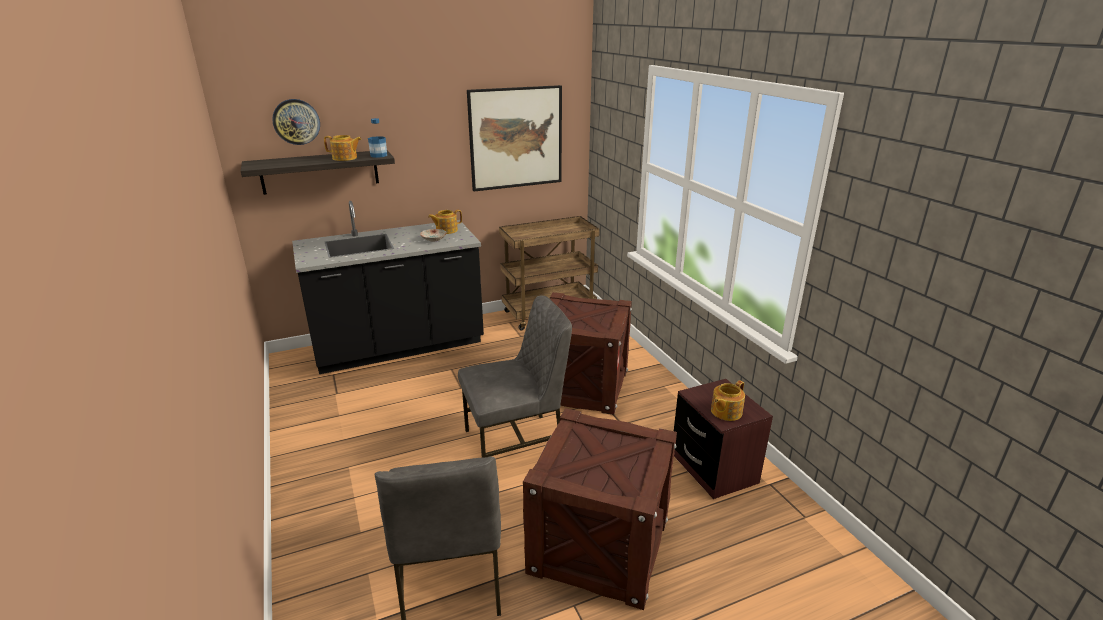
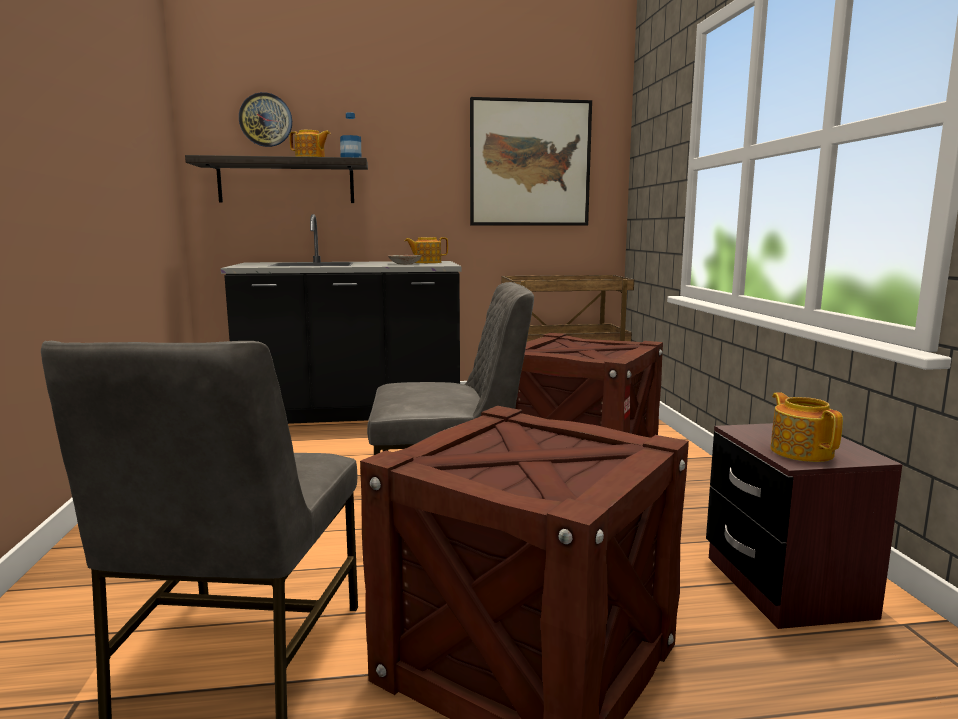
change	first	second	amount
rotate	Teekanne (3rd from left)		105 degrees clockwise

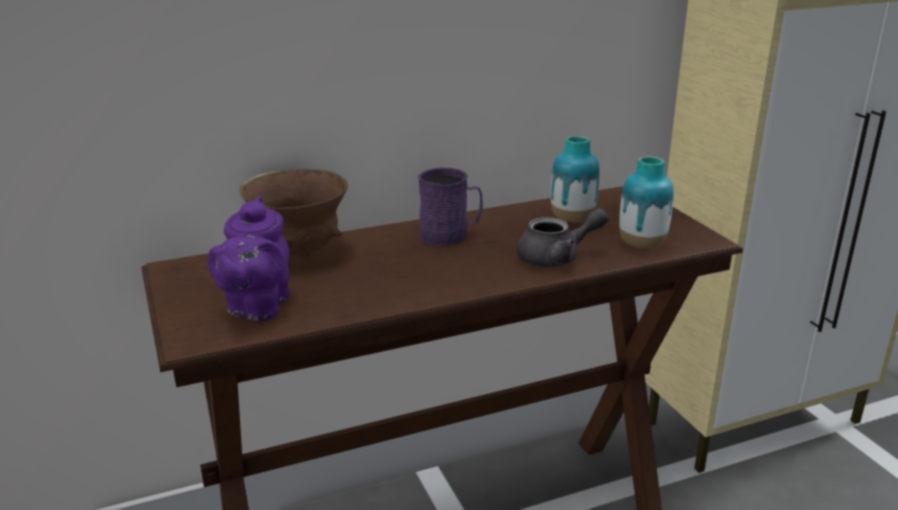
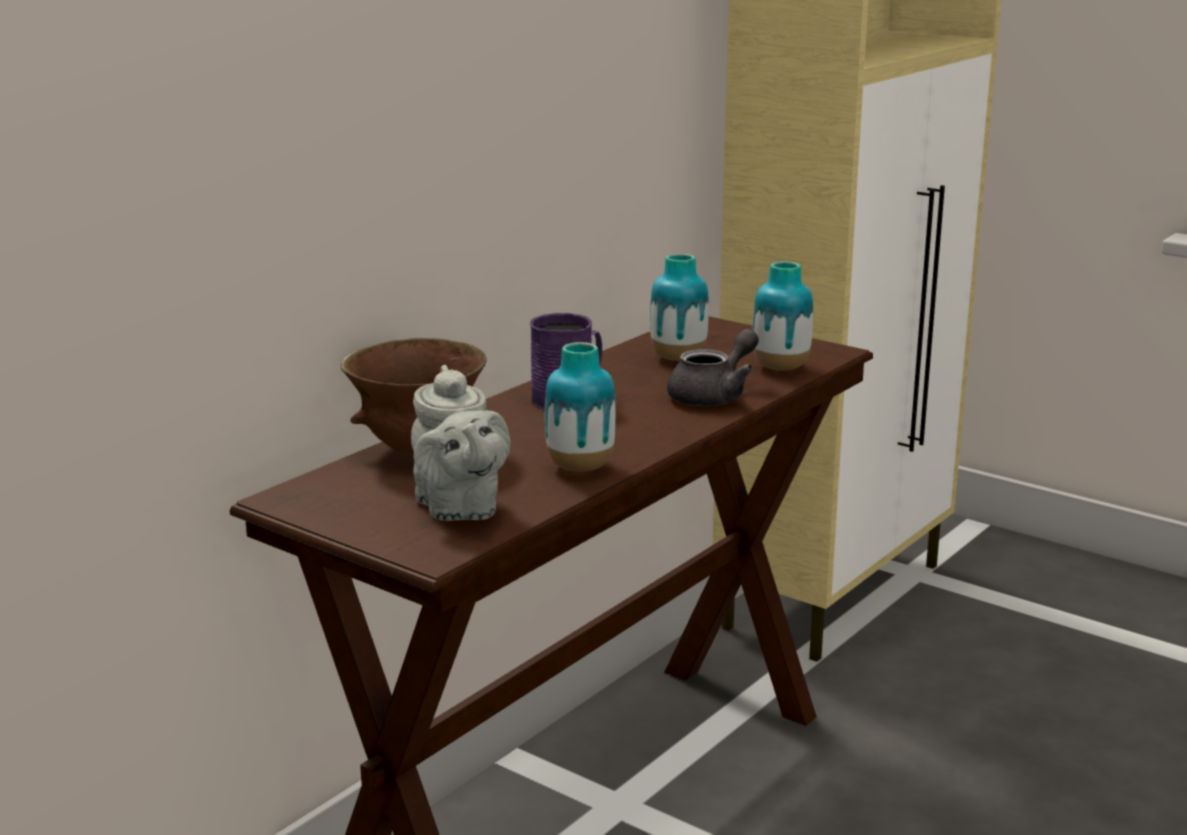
change	first	second	amount
recolor	Teekanne [lila]	Teekanne [grau] (1st from left)	
insert		Vase (1st from left)	

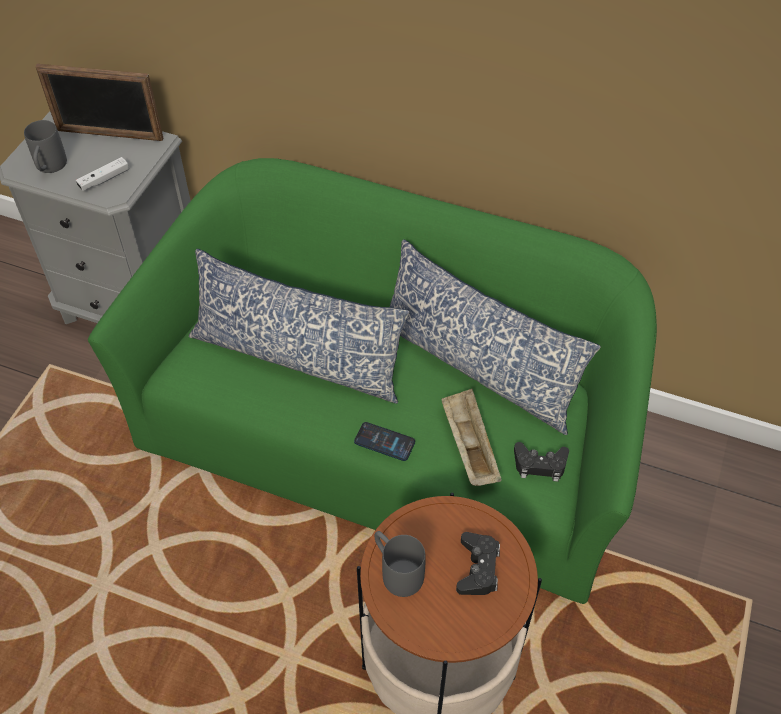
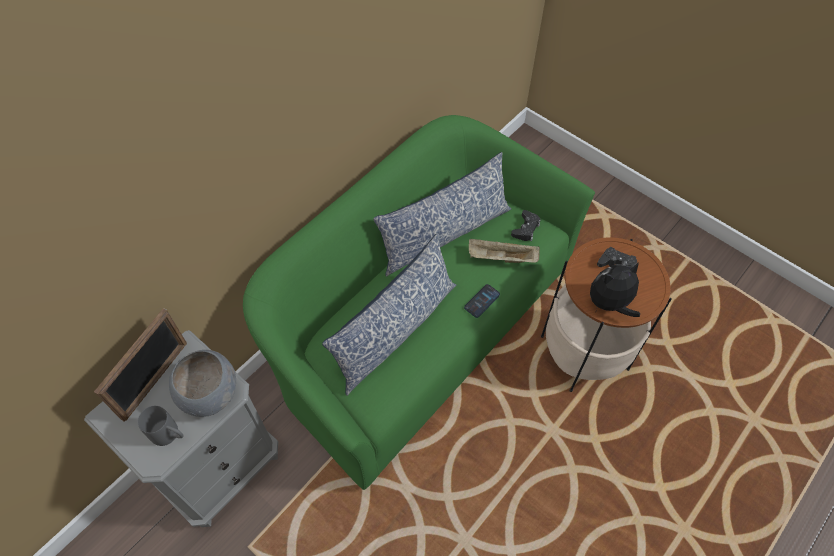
change	first	second	amount
replace	Gamepad [weiß]	Schüssel [grau]	
replace	Henkelbecher [grau] (2nd from left)	Plüschtier	

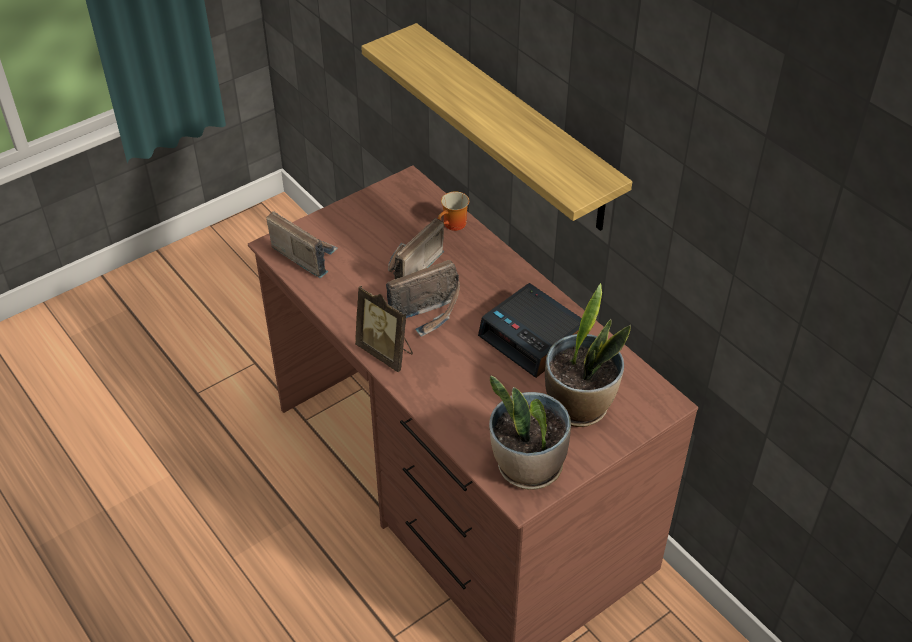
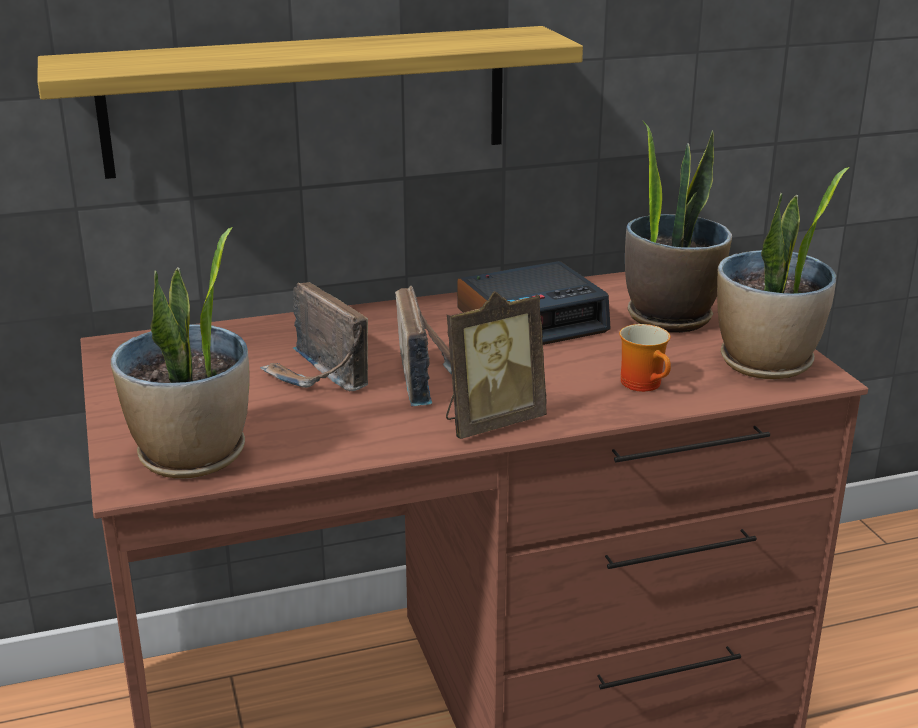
change	first	second	amount
replace	Radio (1st from left)	Topfpflanze (1st from left)	
move	Henkelbecher		

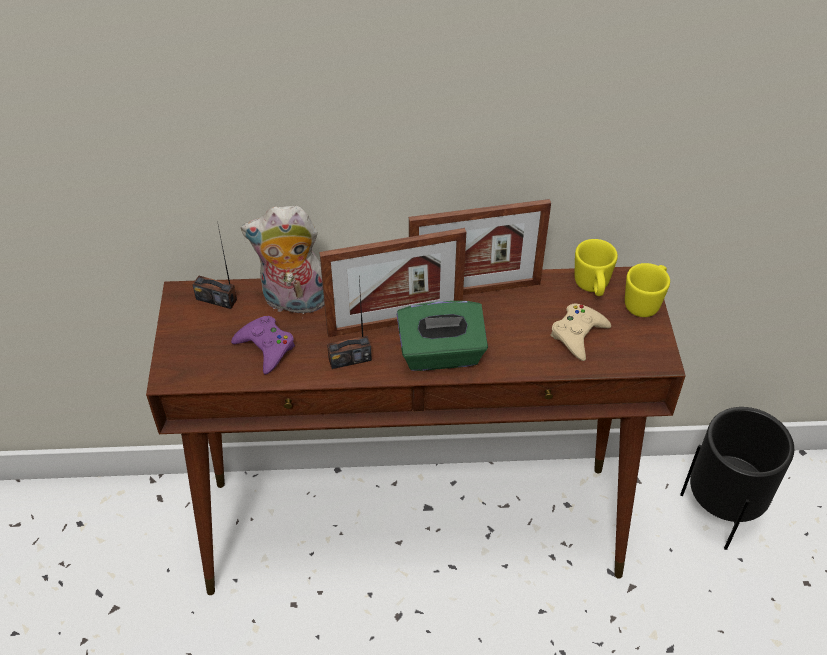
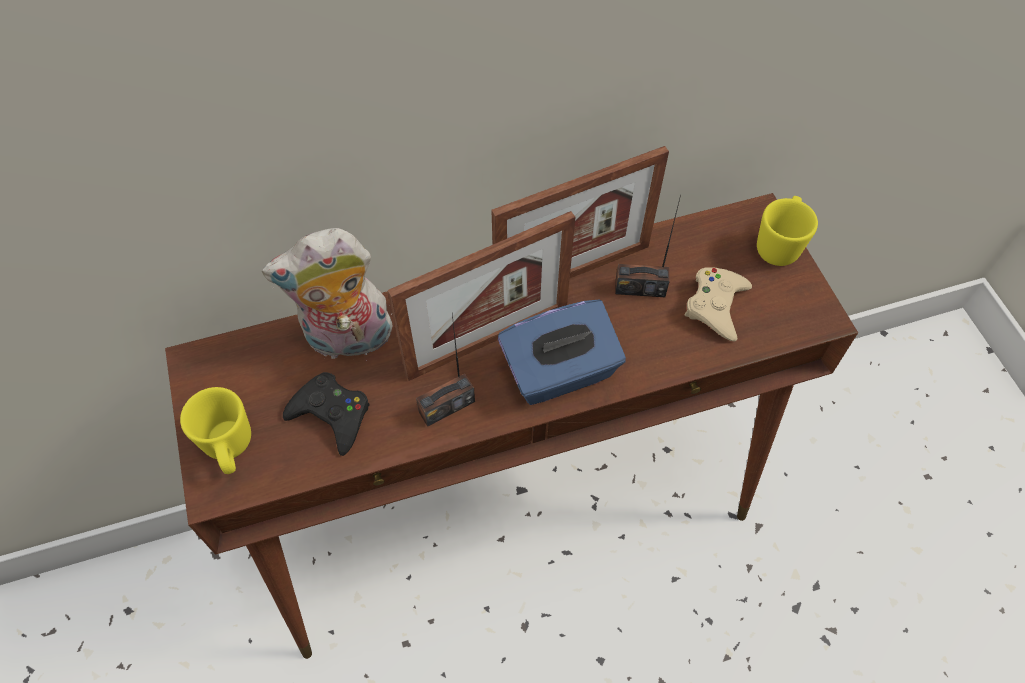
change	first	second	amount
move	Henkelbecher [gelb] (1st from left)		
recolor	Gamepad [lila]	Gamepad [schwarz]	
recolor	Taschentuchbox [grün]	Taschentuchbox [blau]	
move	Radio (1st from left in the first image)	Radio (2nd from left)	
delete	Pflanzkübel [schwarz]		

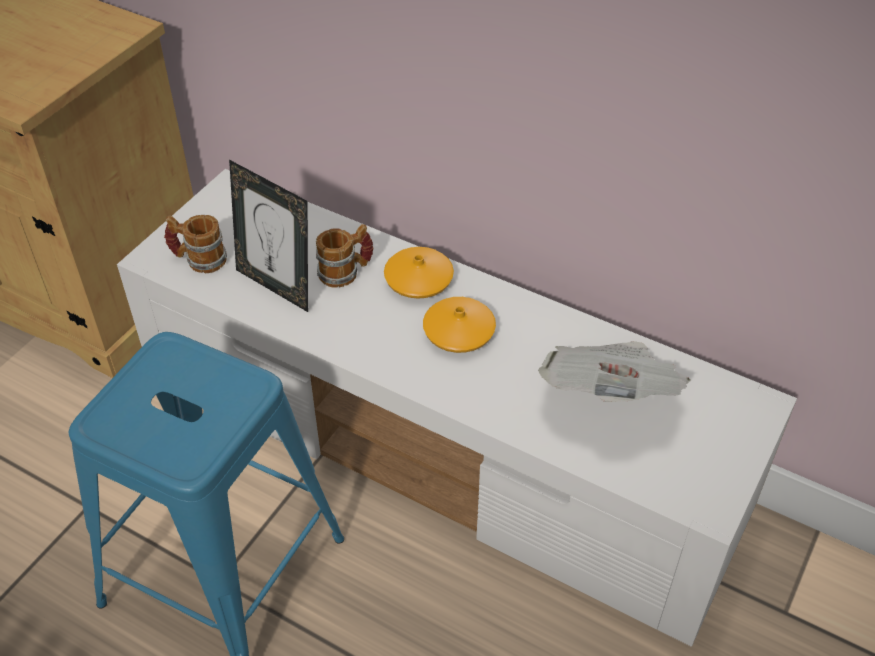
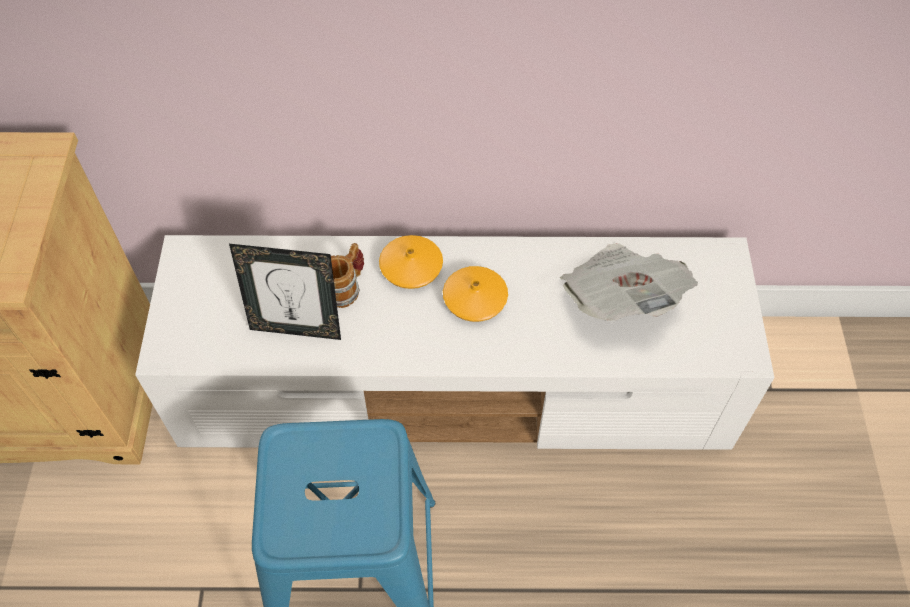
change	first	second	amount
delete	Henkelbecher (1st from left)		

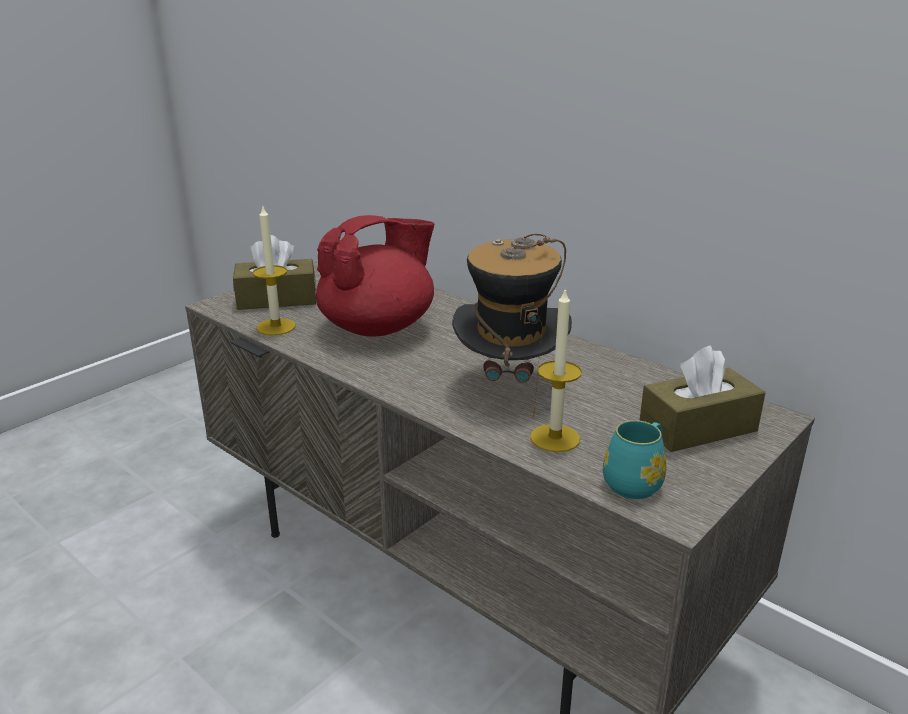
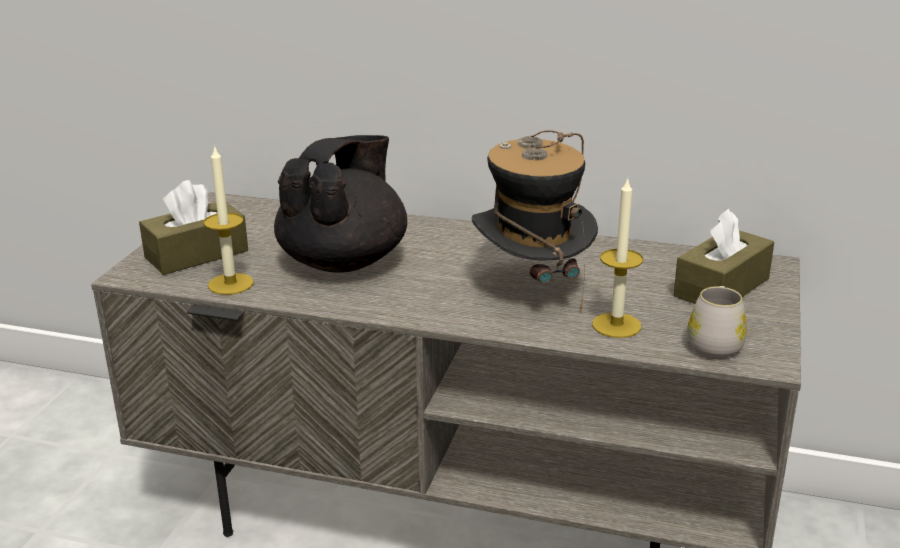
change	first	second	amount
recolor	Teekanne [rot]	Teekanne [schwarz]	
recolor	Henkelbecher [türkis]	Henkelbecher [weiß]	

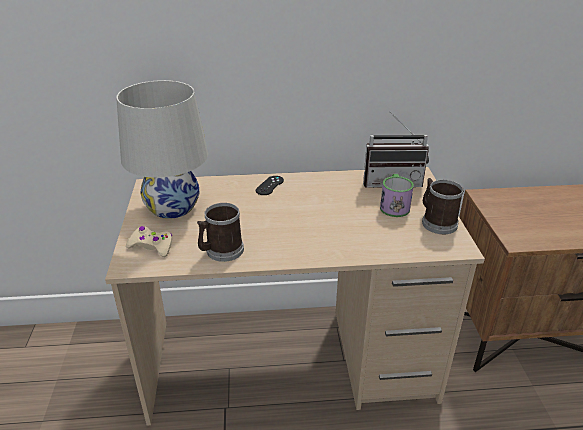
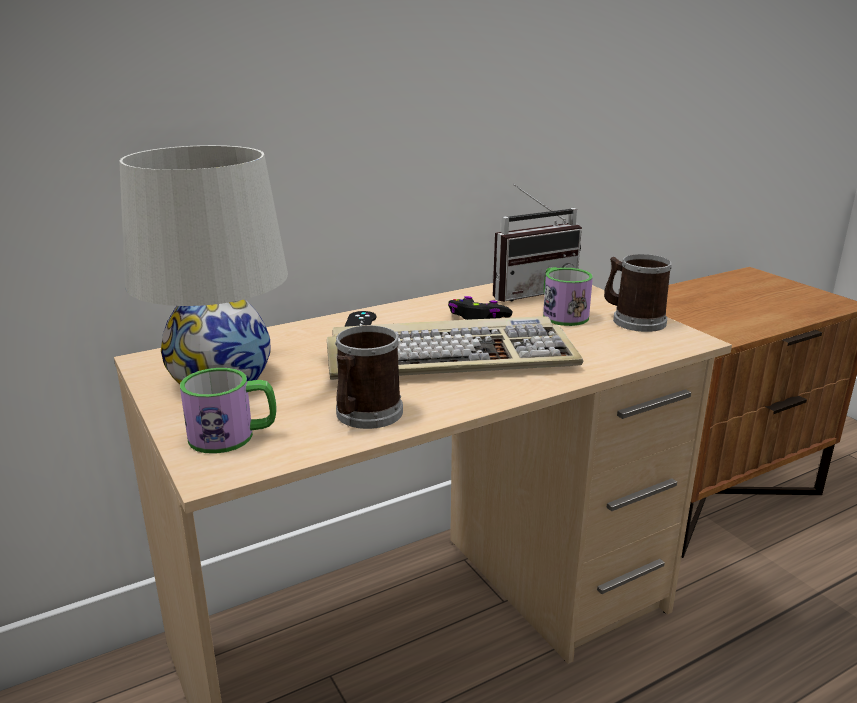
change	first	second	amount
replace	Gamepad [beige]	Henkelbecher (1st from left)	
insert		Tastatur	
insert		Gamepad [schwarz] (2nd from left)	

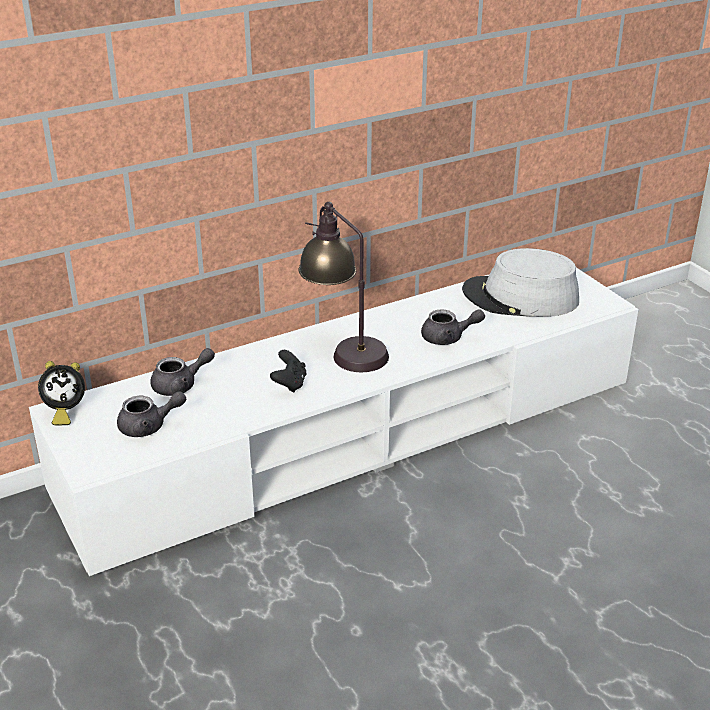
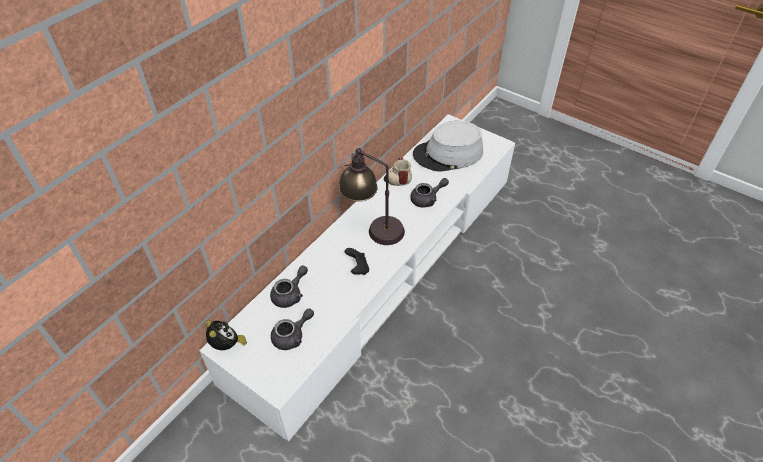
change	first	second	amount
rotate	Wecker		75 degrees counterclockwise
insert		Henkelbecher	

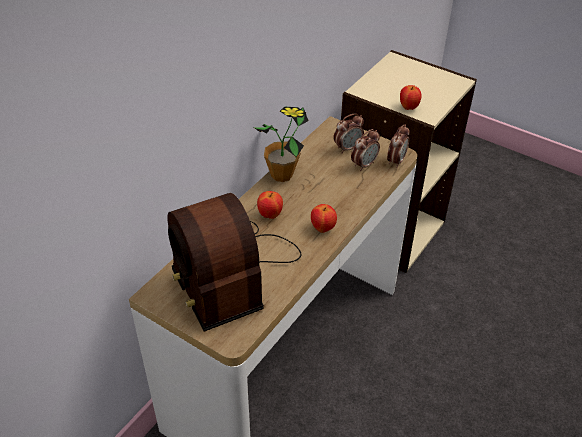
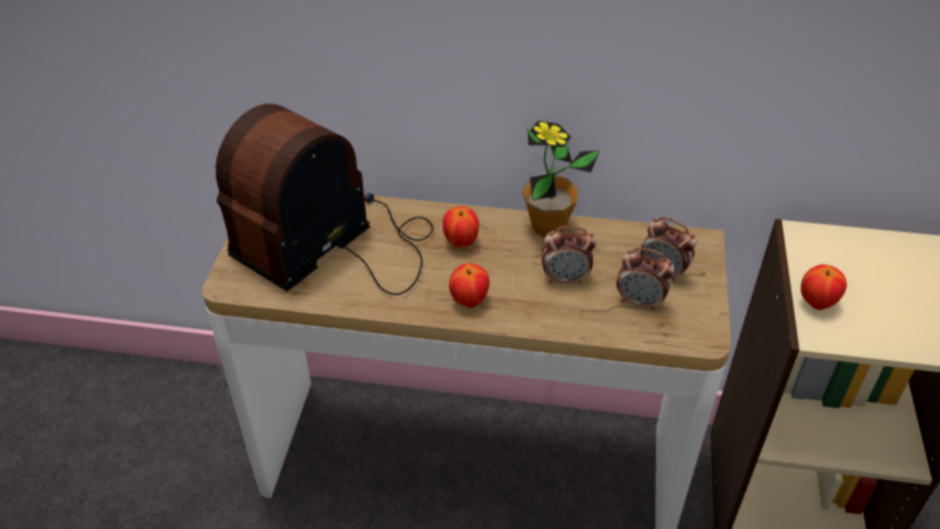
change	first	second	amount
move	Wecker (3rd from left in the first image)	Wecker (1st from left)	

